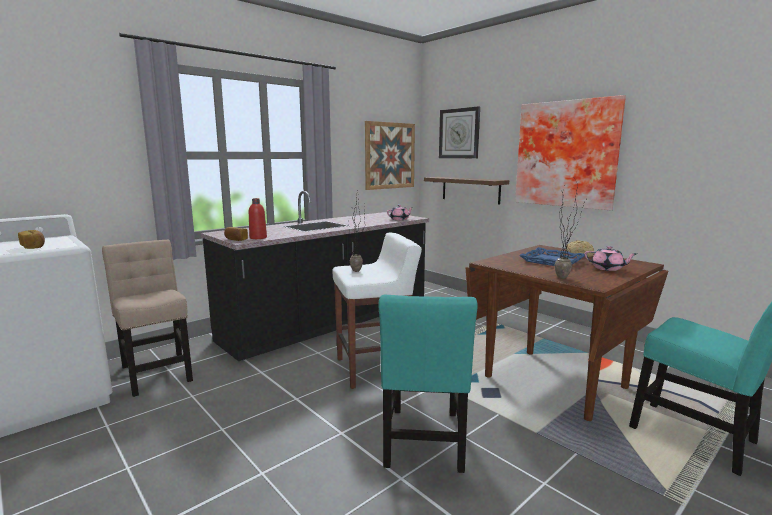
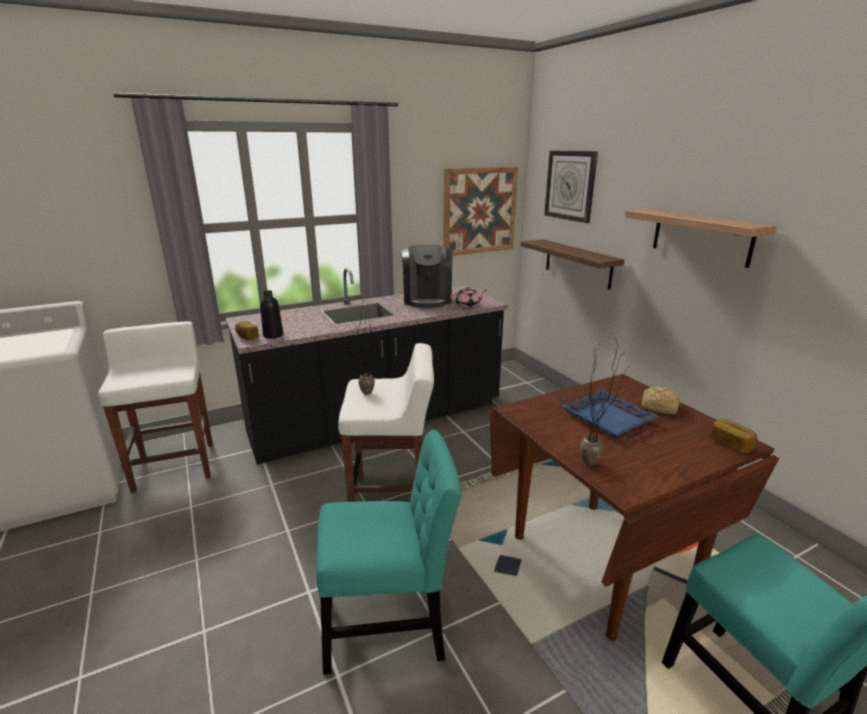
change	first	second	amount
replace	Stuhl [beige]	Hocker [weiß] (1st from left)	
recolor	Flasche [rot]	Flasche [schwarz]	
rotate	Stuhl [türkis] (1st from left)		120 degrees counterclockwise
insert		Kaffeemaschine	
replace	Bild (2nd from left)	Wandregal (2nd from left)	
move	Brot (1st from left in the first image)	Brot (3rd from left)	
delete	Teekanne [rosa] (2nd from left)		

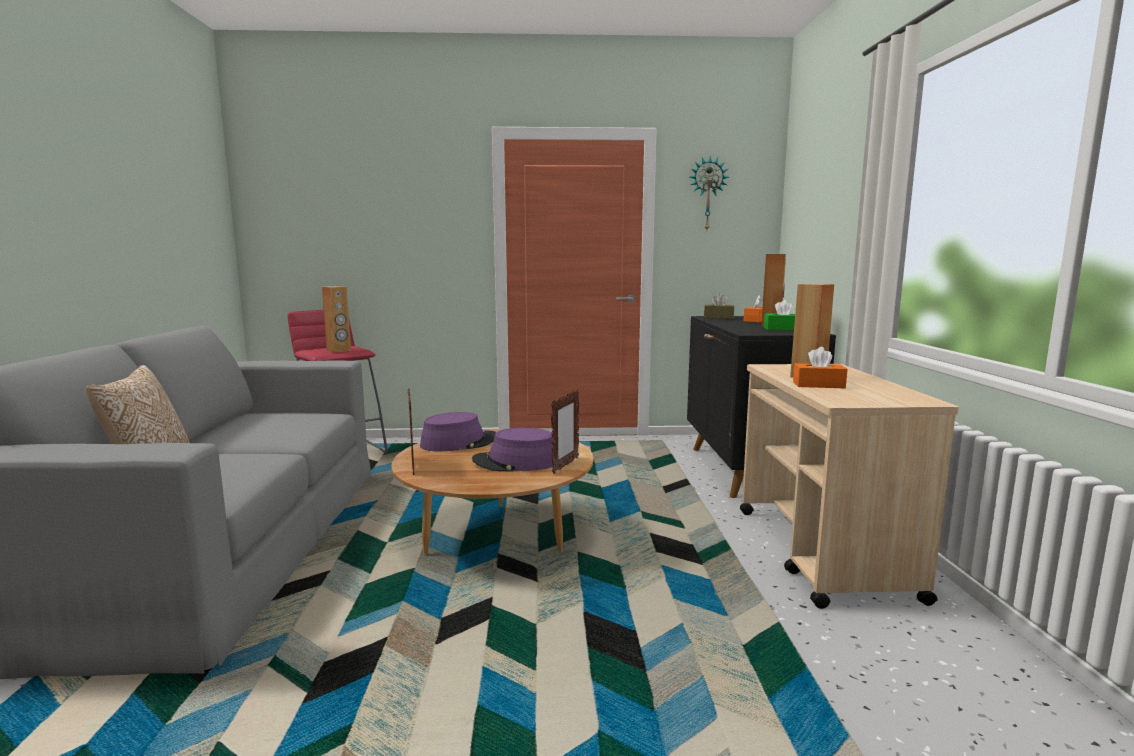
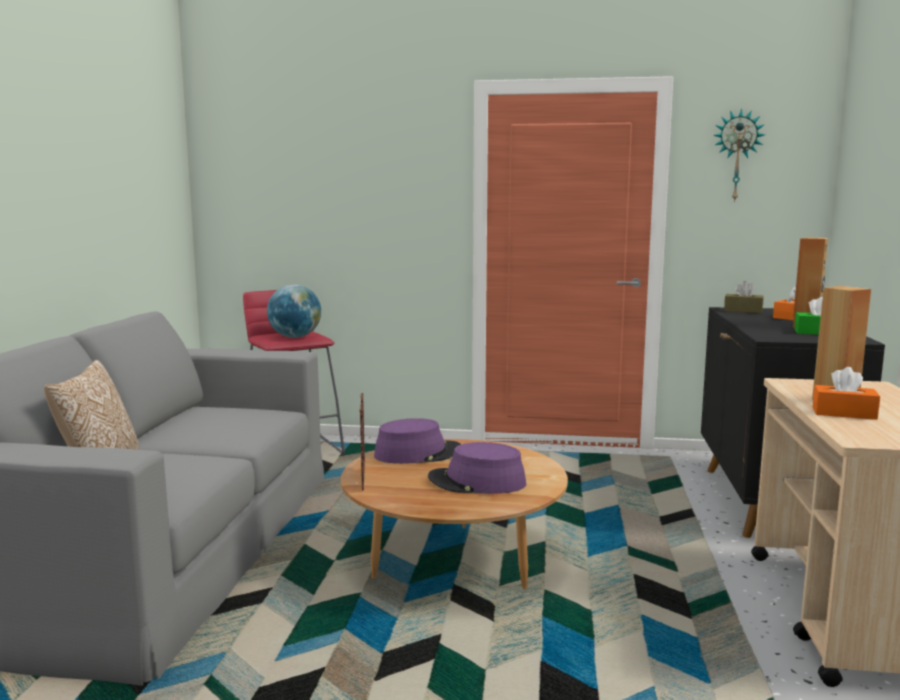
change	first	second	amount
replace	Lautsprecher [braun] (1st from left)	Globus	
delete	Bilderrahmen (2nd from left)		

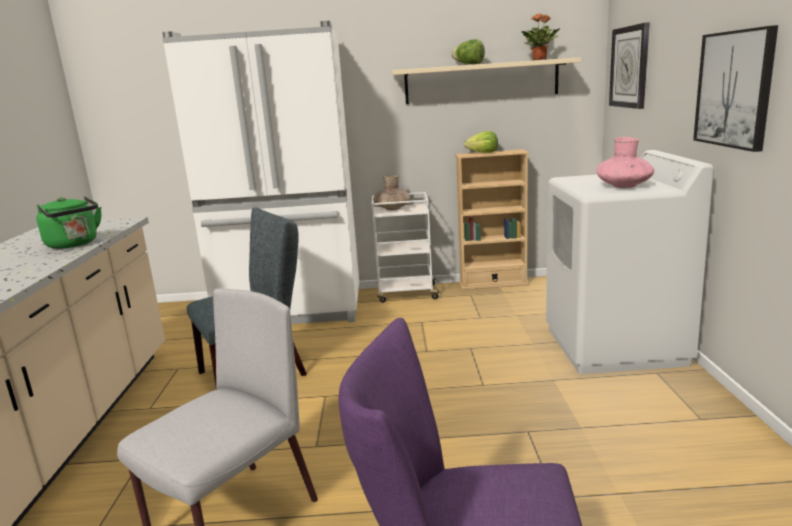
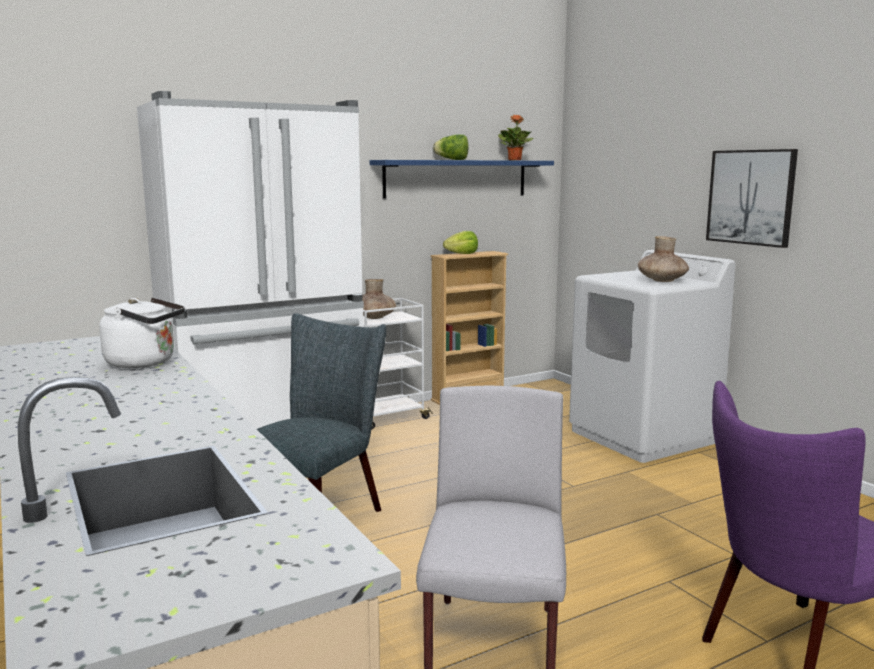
change	first	second	amount
recolor	Wasserkessel [grün]	Wasserkessel [weiß]	
recolor	Wandregal [beige]	Wandregal [blau]	
recolor	Vase [rosa]	Vase [braun] (2nd from left)	
delete	Wanduhr		

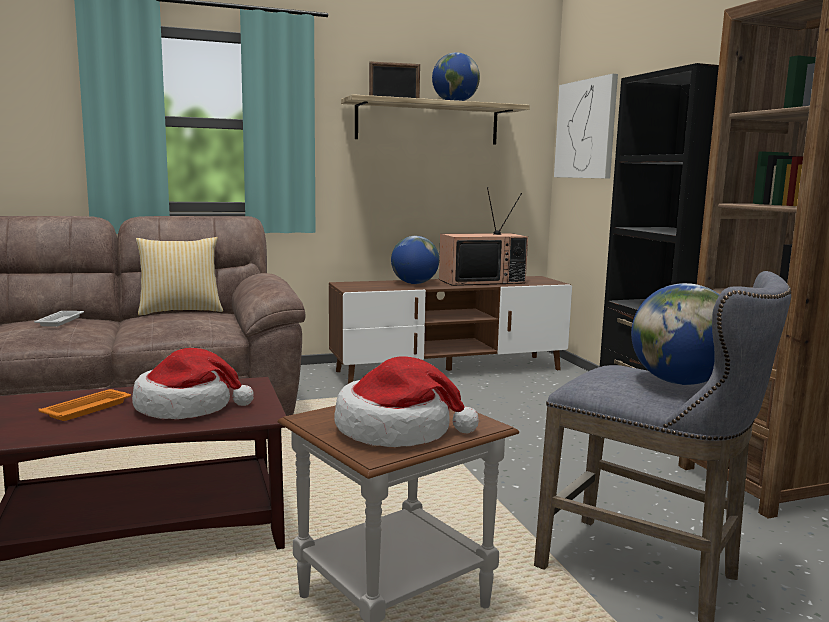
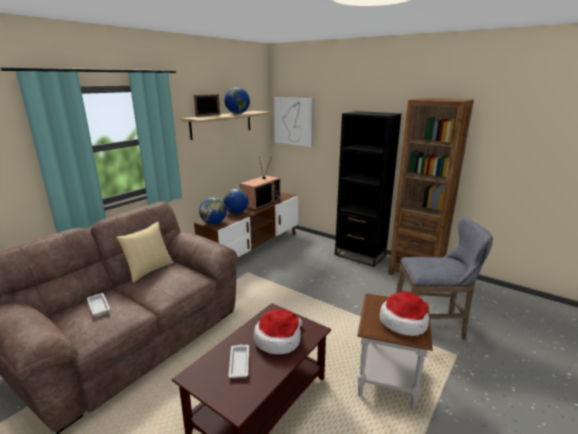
change	first	second	amount
move	Globus (3rd from left in the first image)	Globus (1st from left)	
recolor	Tablett [orange]	Tablett [weiß] (2nd from left)	

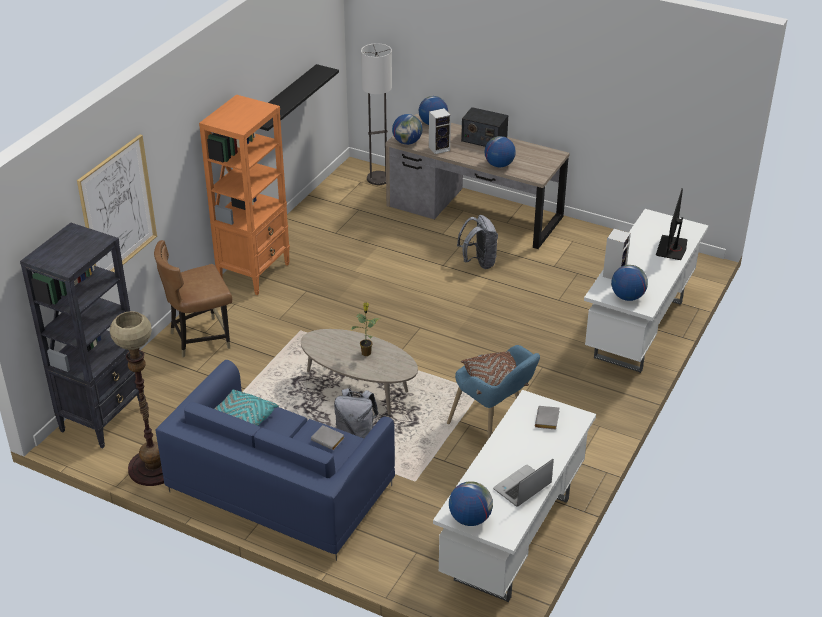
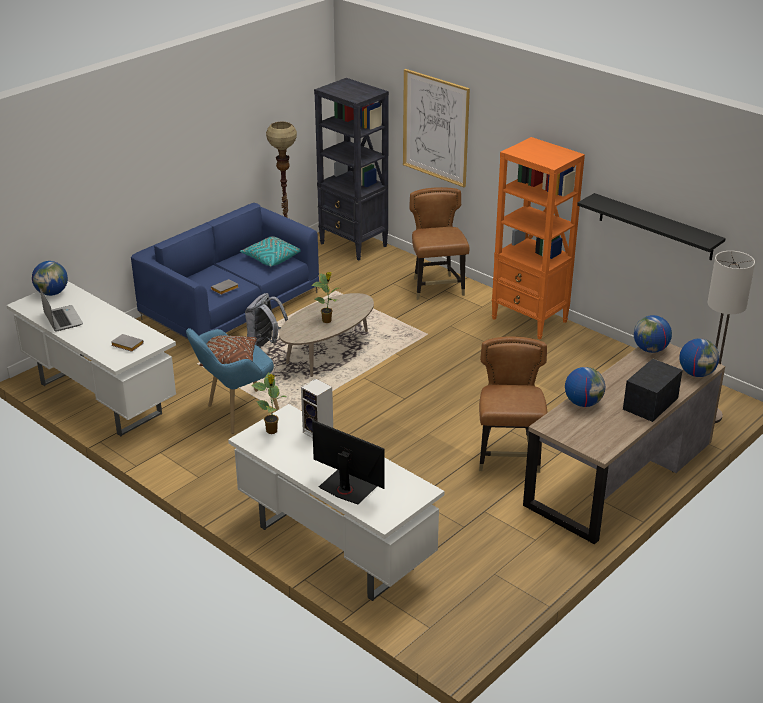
change	first	second	amount
replace	Globus (5th from left)	Topfpflanze (1st from left)	
replace	Rucksack [grau] (2nd from left)	Stuhl [braun] (2nd from left)	
delete	Lautsprecher (1st from left)		

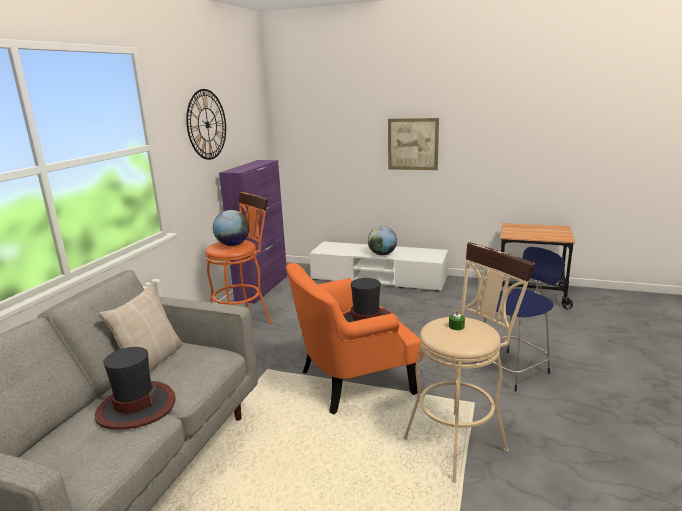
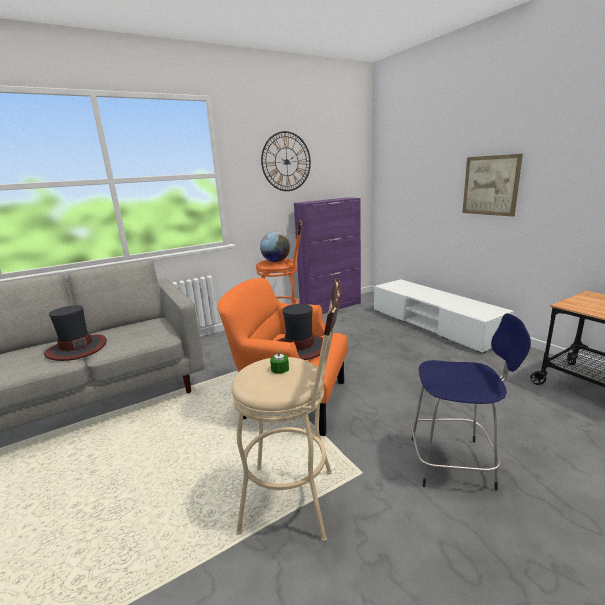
change	first	second	amount
delete	Kissen [beige]		
delete	Globus (2nd from left)		

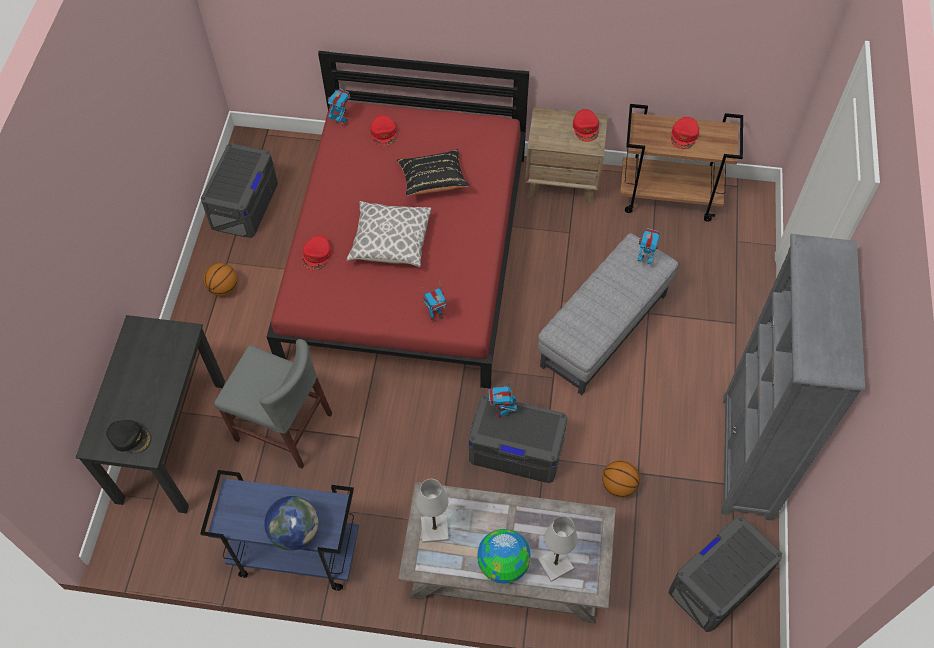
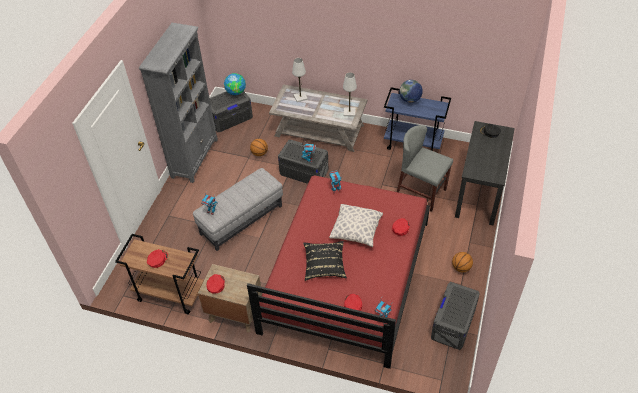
change	first	second	amount
move	Globus (2nd from left in the first image)	Globus (1st from left)	

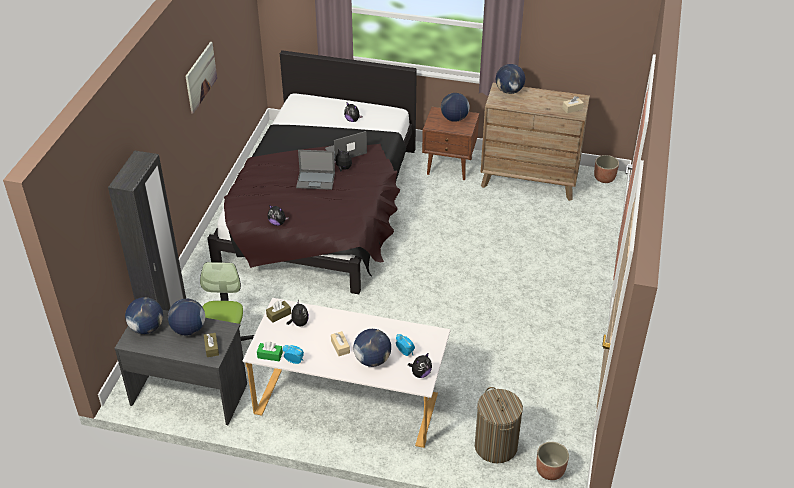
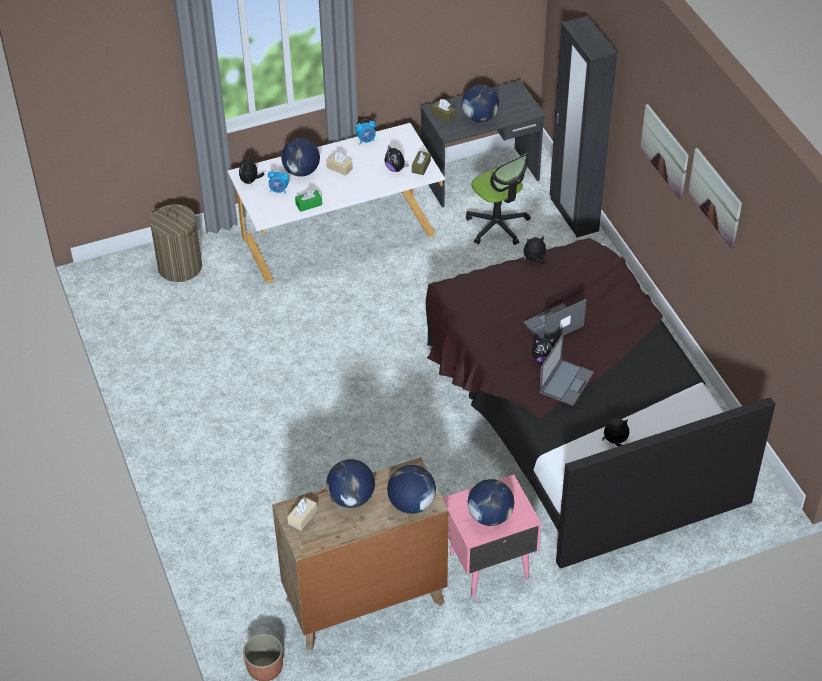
change	first	second	amount
move	Taschentuchbox [grün]		
move	Globus (1st from left in the first image)	Globus (2nd from left)	
recolor	Nachttisch [braun]	Nachttisch [rosa]	
insert		Bild (1st from left)	
delete	Pflanzkübel (1st from left)		

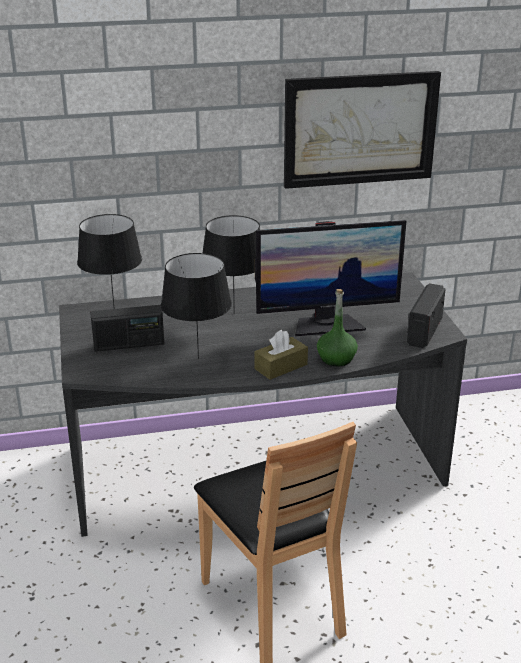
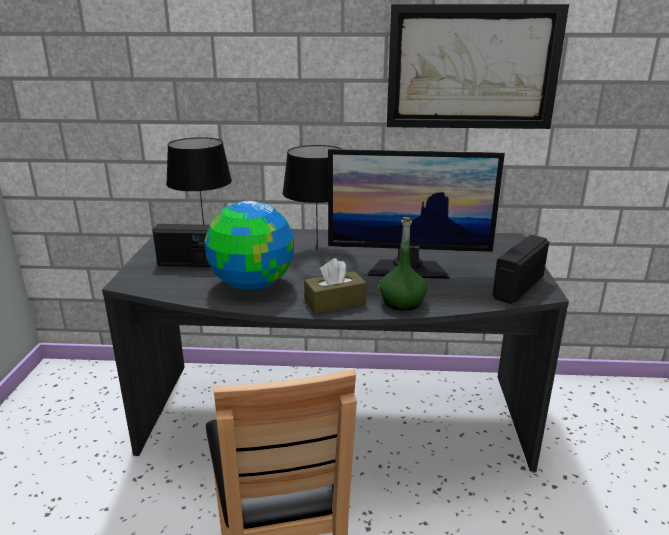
change	first	second	amount
replace	Tischlampe [schwarz] (2nd from left)	Globus	

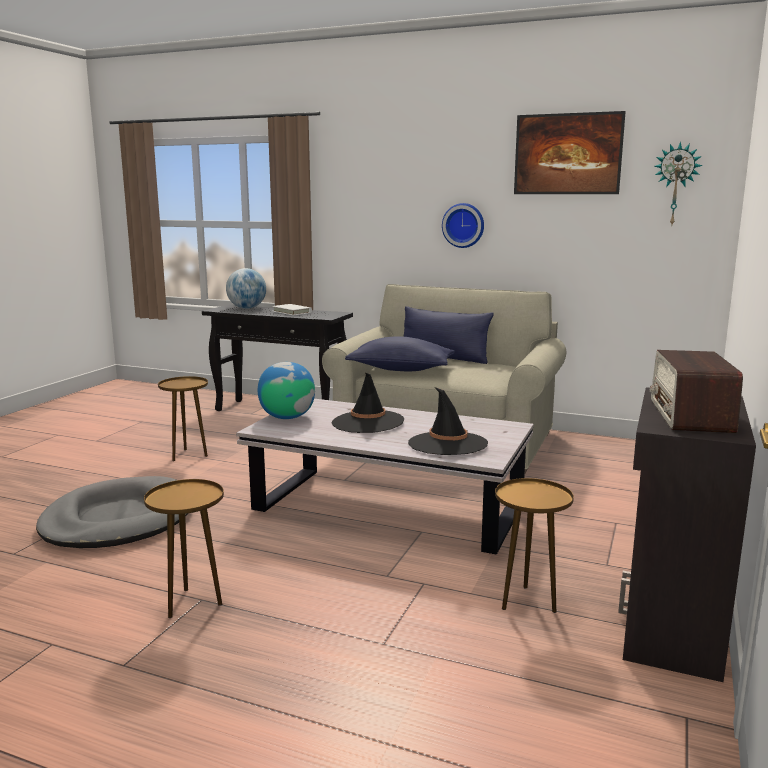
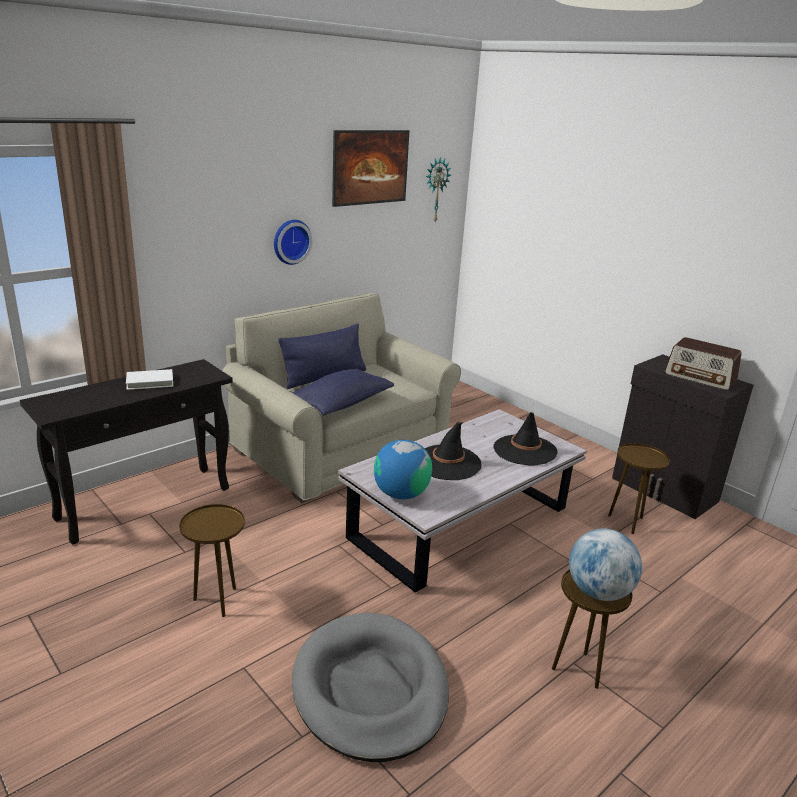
change	first	second	amount
move	Globus (1st from left in the first image)	Globus (2nd from left)	

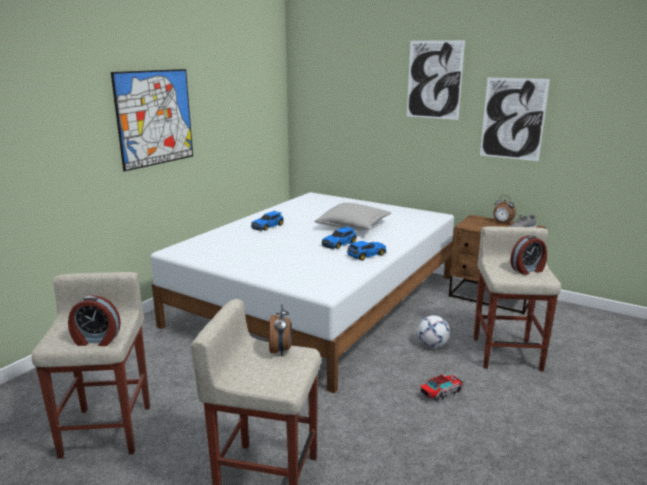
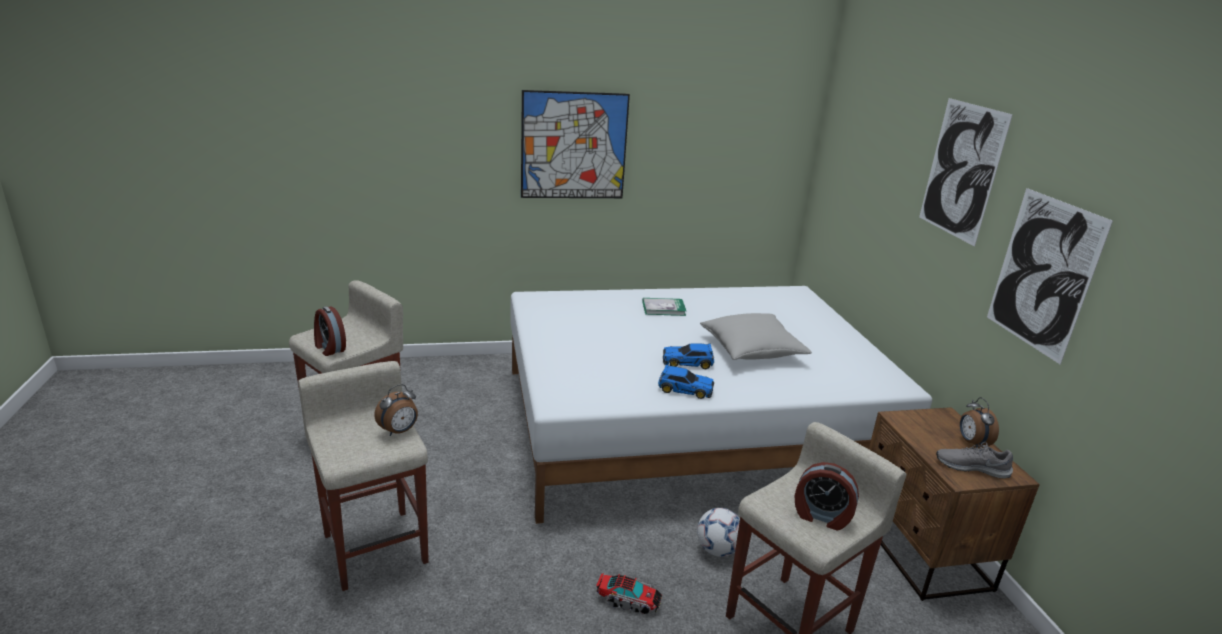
change	first	second	amount
replace	Spielzeugauto (1st from left)	Buch	

